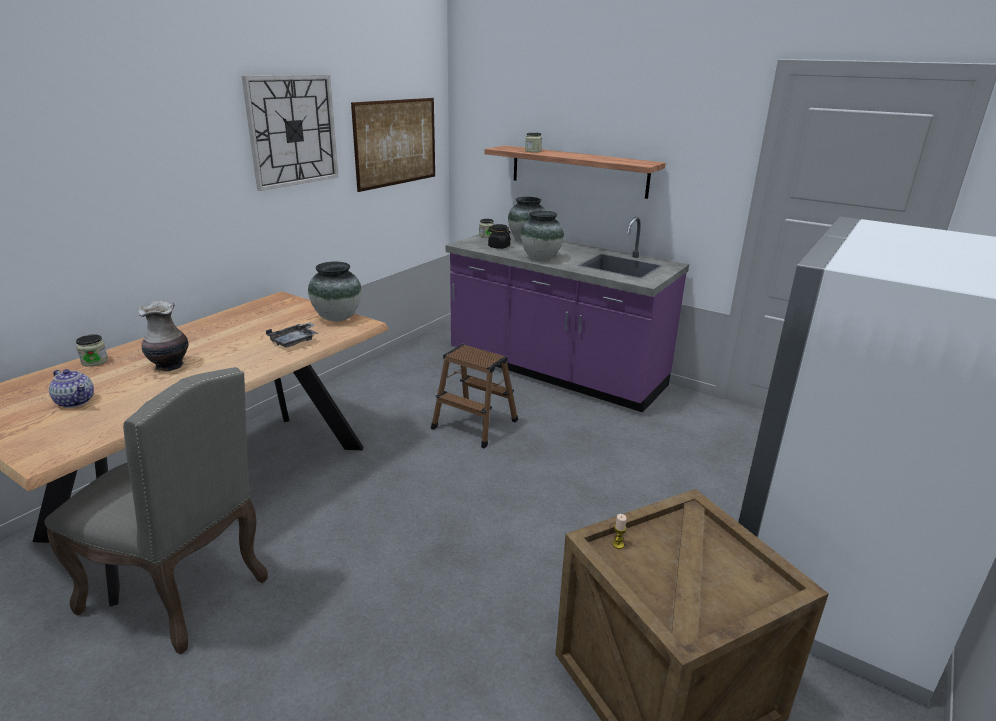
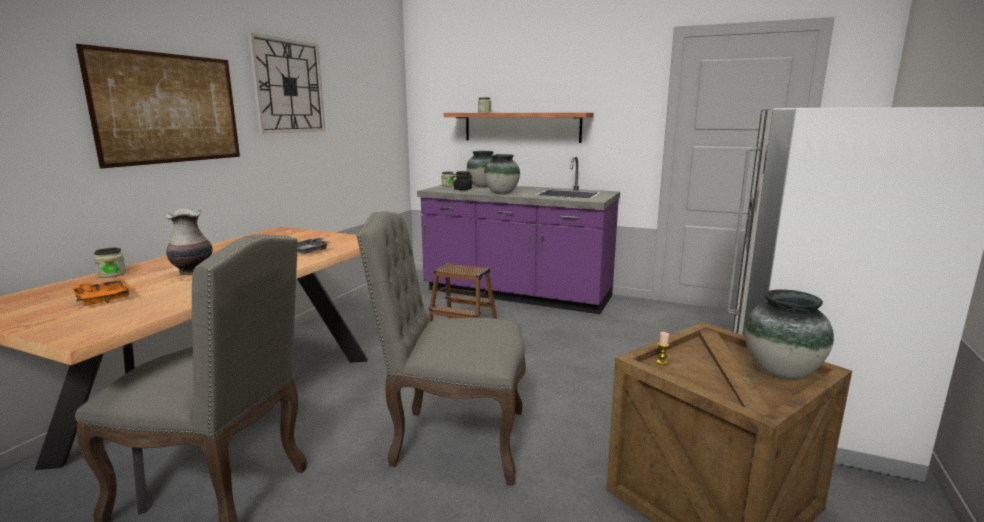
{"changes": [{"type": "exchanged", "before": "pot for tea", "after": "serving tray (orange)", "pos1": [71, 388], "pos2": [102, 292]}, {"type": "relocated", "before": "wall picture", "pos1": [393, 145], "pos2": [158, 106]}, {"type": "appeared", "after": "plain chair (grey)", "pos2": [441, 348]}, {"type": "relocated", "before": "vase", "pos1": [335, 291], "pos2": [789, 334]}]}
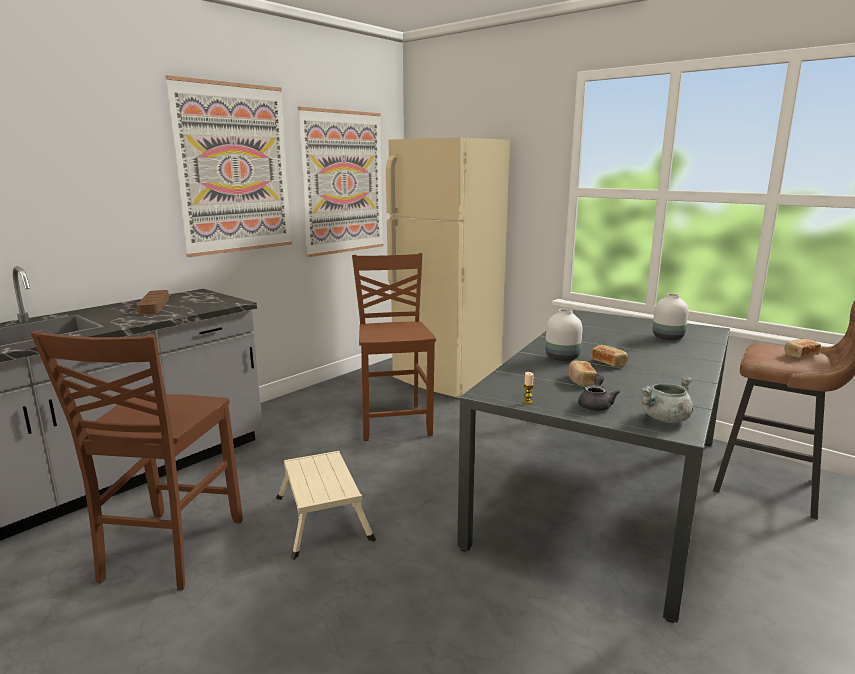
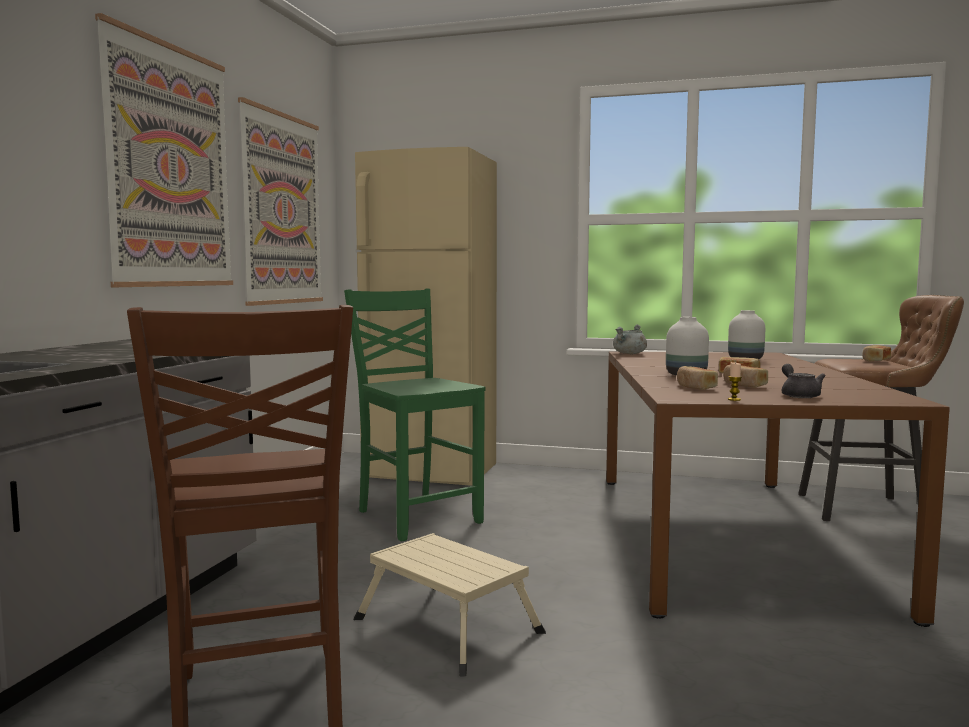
{"changes": [{"type": "colour", "before": "plain chair (brownish)", "after": "plain chair (green-coloured)", "pos1": [394, 347], "pos2": [414, 415]}, {"type": "colour", "before": "kitchen table (grey)", "after": "kitchen table (brownish)", "pos1": [593, 466], "pos2": [778, 489]}, {"type": "relocated", "before": "stockpot (grey)", "pos1": [666, 399], "pos2": [630, 339]}, {"type": "appeared", "after": "baked bread", "pos2": [697, 378]}, {"type": "missing", "before": "serving tray (brownish)", "pos1": [152, 302]}]}
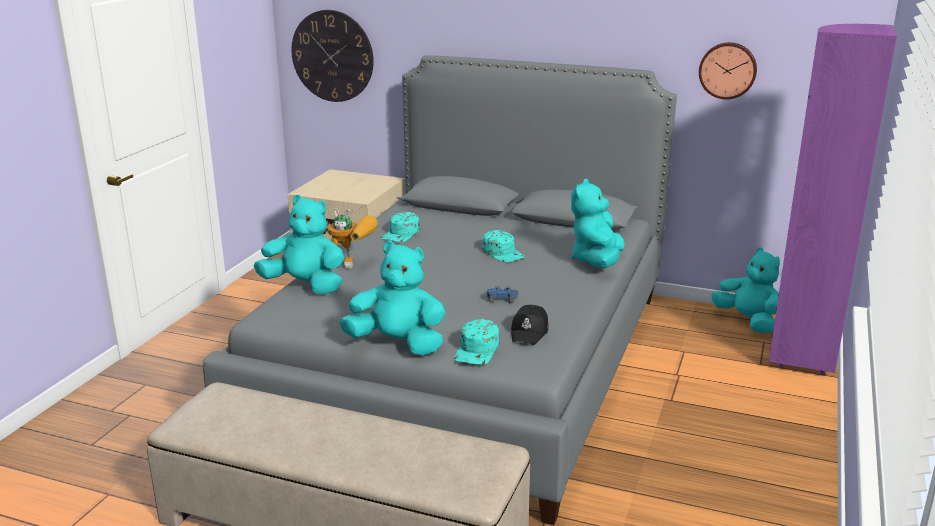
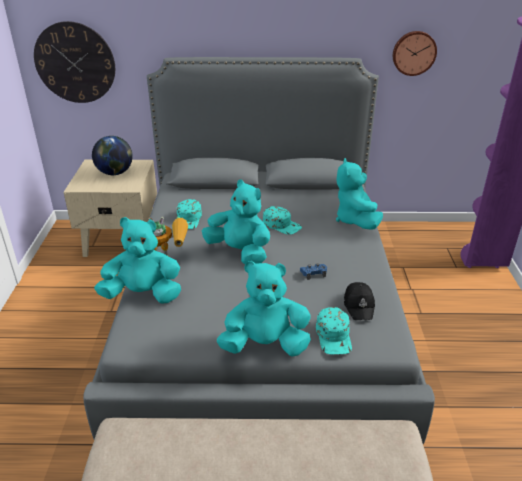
{"changes": [{"type": "appeared", "after": "desk globe", "pos2": [112, 155]}, {"type": "relocated", "before": "cuddly toy (turquoise-coloured)", "pos1": [745, 290], "pos2": [236, 222]}]}
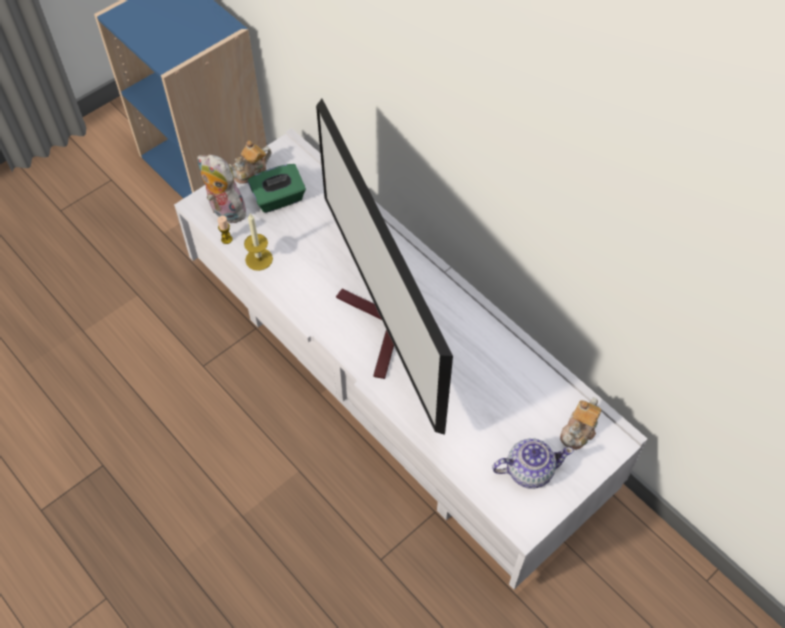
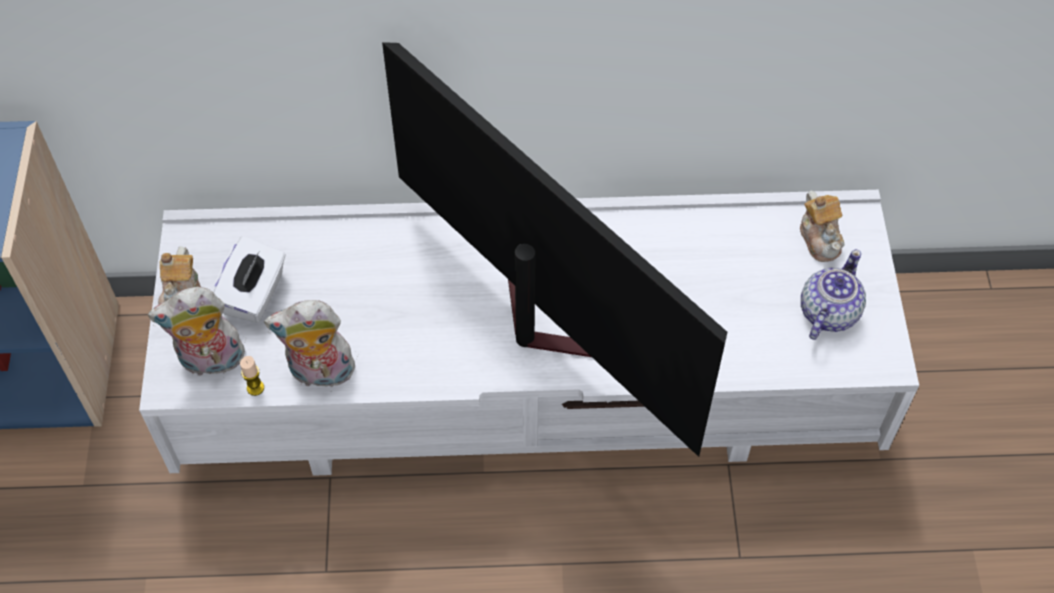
{"changes": [{"type": "colour", "before": "tissue holder (green-coloured)", "after": "tissue holder (white)", "pos1": [277, 188], "pos2": [249, 279]}, {"type": "exchanged", "before": "wax light", "after": "cuddly toy", "pos1": [258, 242], "pos2": [310, 343]}, {"type": "spun", "before": "TV", "pos1": [384, 267], "pos2": [555, 249], "turn": -150}]}
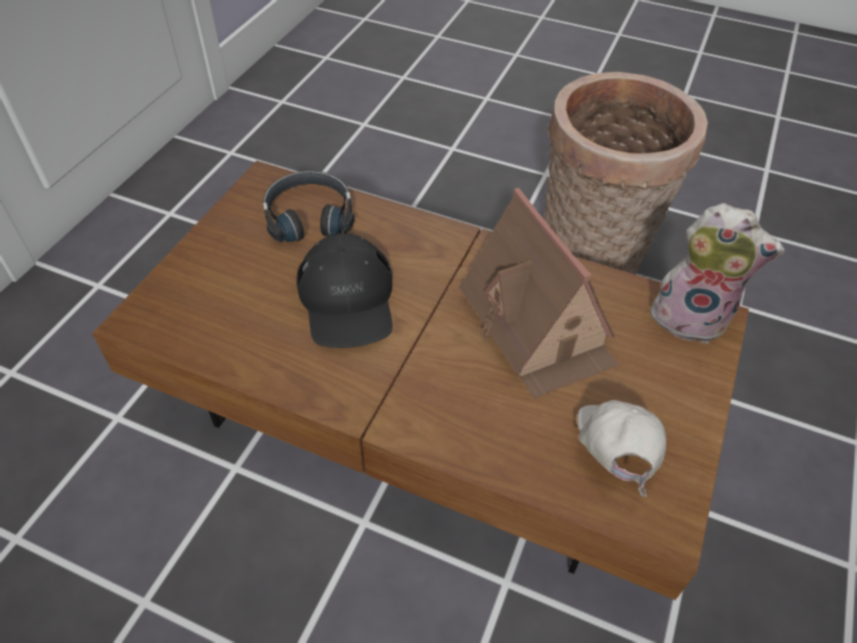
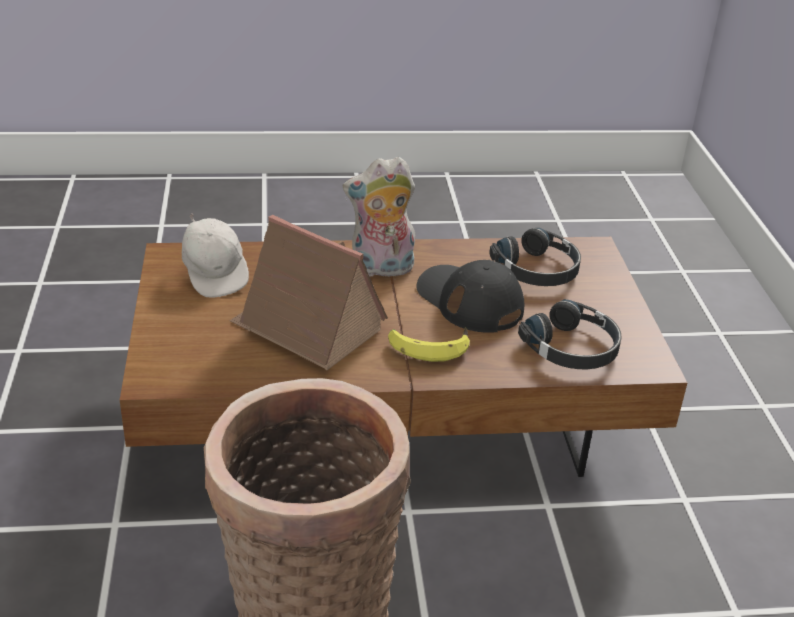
{"changes": [{"type": "relocated", "before": "cuddly toy", "pos1": [717, 273], "pos2": [379, 217]}, {"type": "appeared", "after": "banana", "pos2": [429, 344]}, {"type": "appeared", "after": "headphones (blackish)", "pos2": [535, 257]}]}
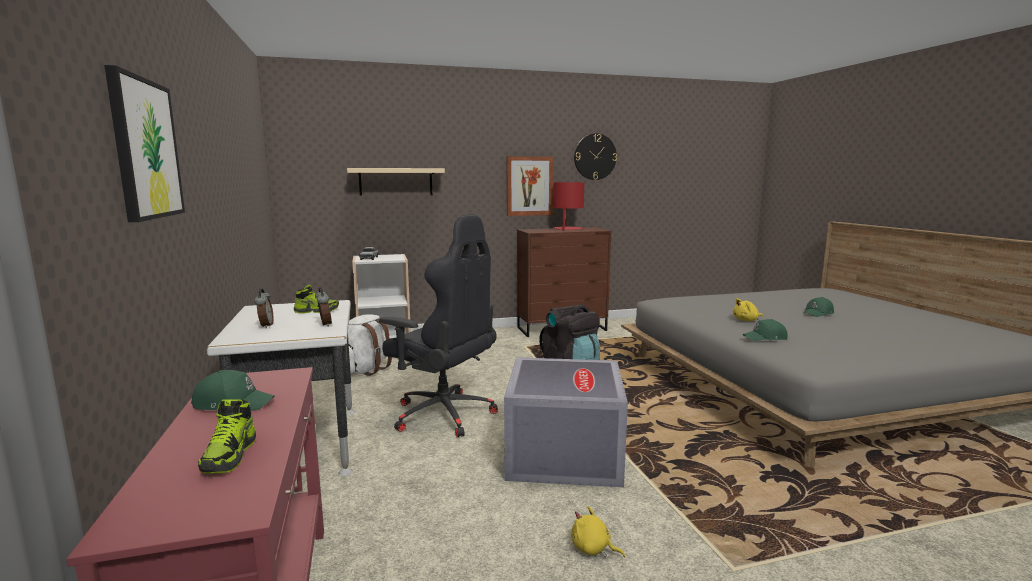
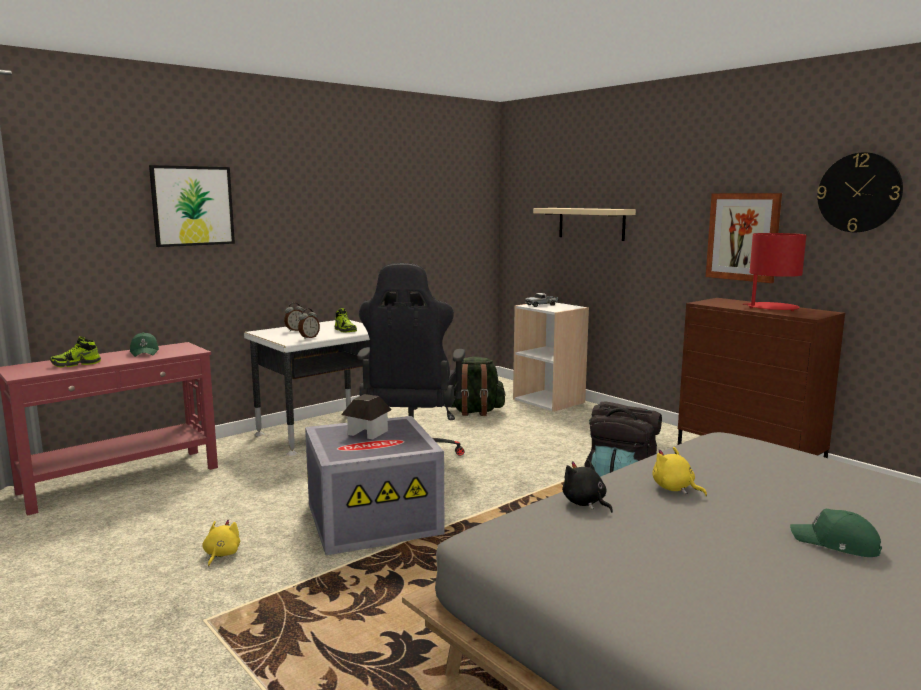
{"changes": [{"type": "appeared", "after": "toy house", "pos2": [366, 416]}, {"type": "colour", "before": "backpack (white)", "after": "backpack (green-coloured)", "pos1": [370, 345], "pos2": [478, 386]}, {"type": "exchanged", "before": "peaked cap (green-coloured)", "after": "cuddly toy (blackish)", "pos1": [765, 330], "pos2": [587, 486]}]}
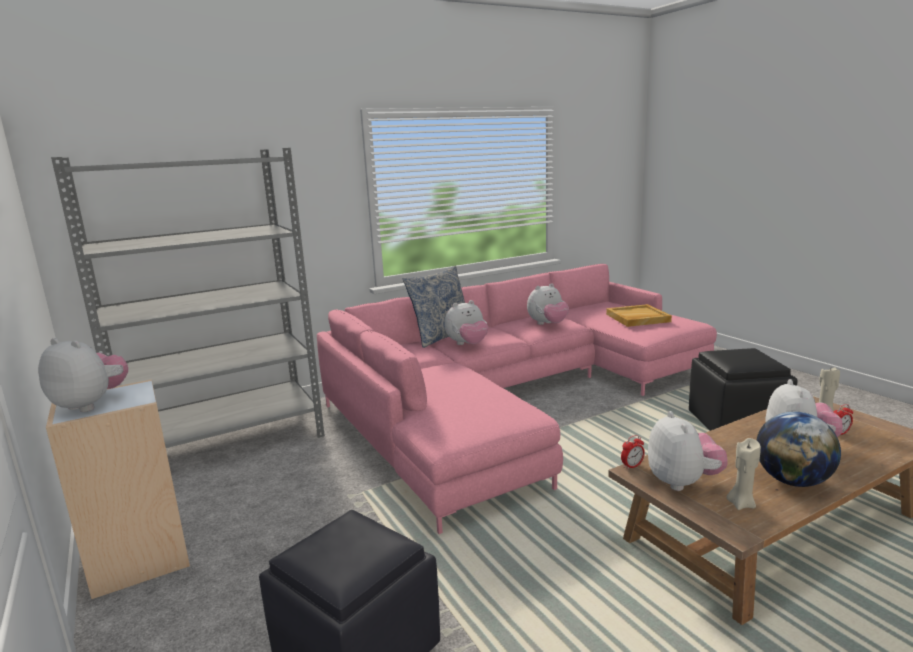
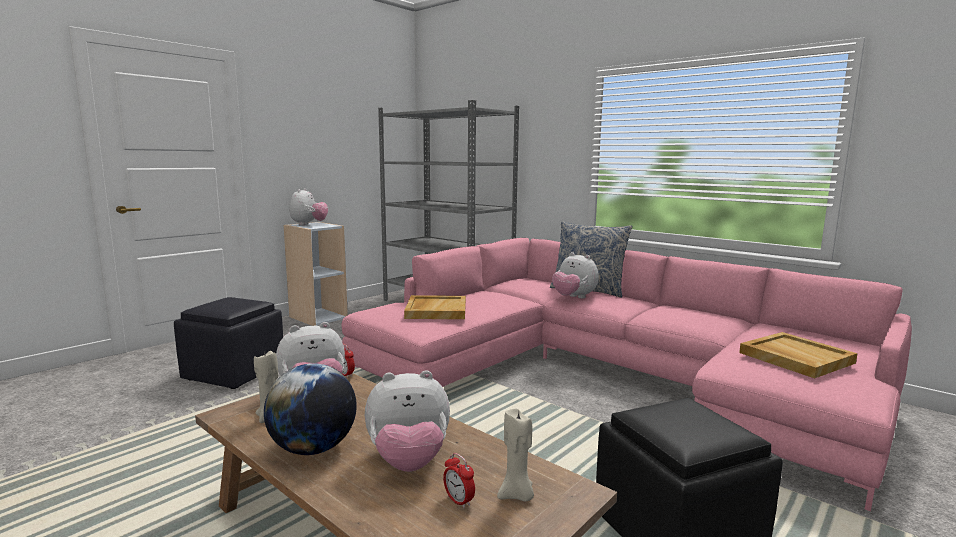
{"changes": [{"type": "appeared", "after": "serving tray (sand-coloured)", "pos2": [435, 307]}, {"type": "missing", "before": "cuddly toy", "pos1": [548, 304]}]}
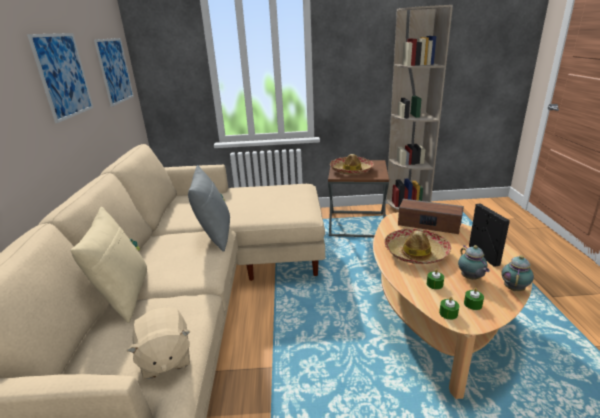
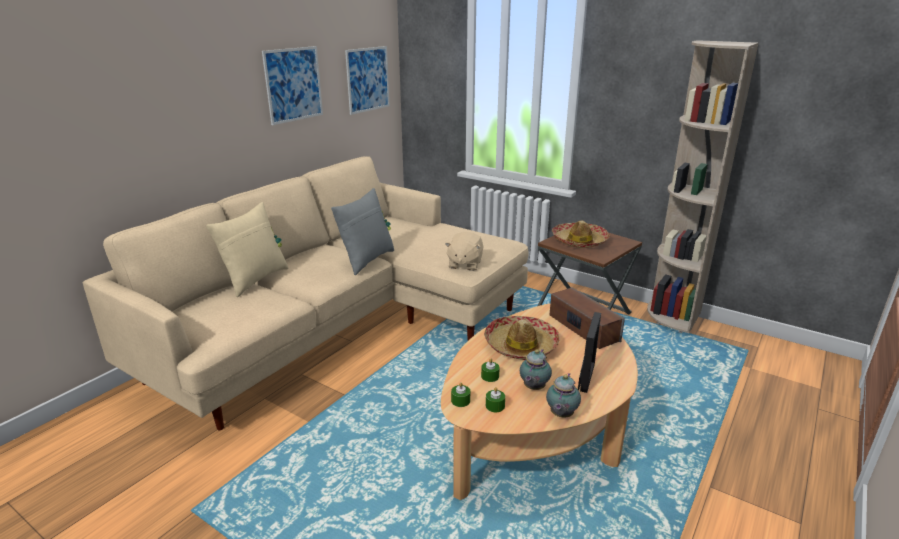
{"changes": [{"type": "relocated", "before": "cuddly toy (sand-coloured)", "pos1": [158, 343], "pos2": [464, 251]}, {"type": "spun", "before": "pot for tea", "pos1": [517, 273], "pos2": [563, 395], "turn": 135}]}
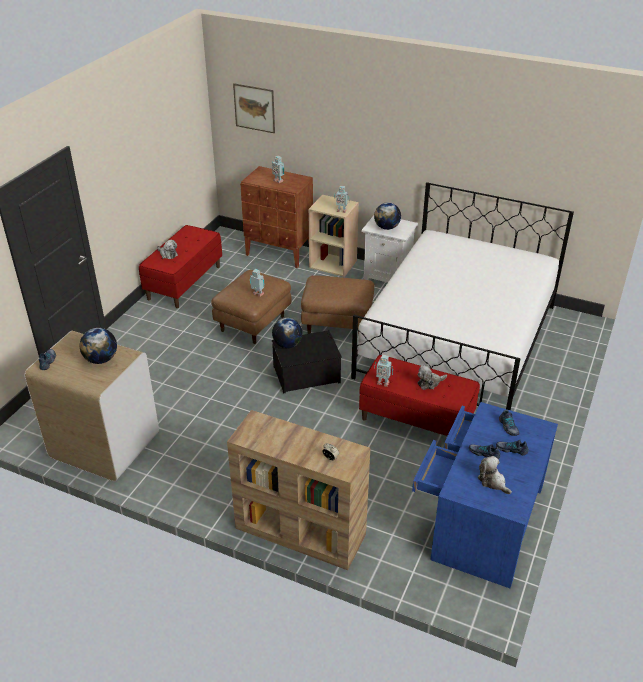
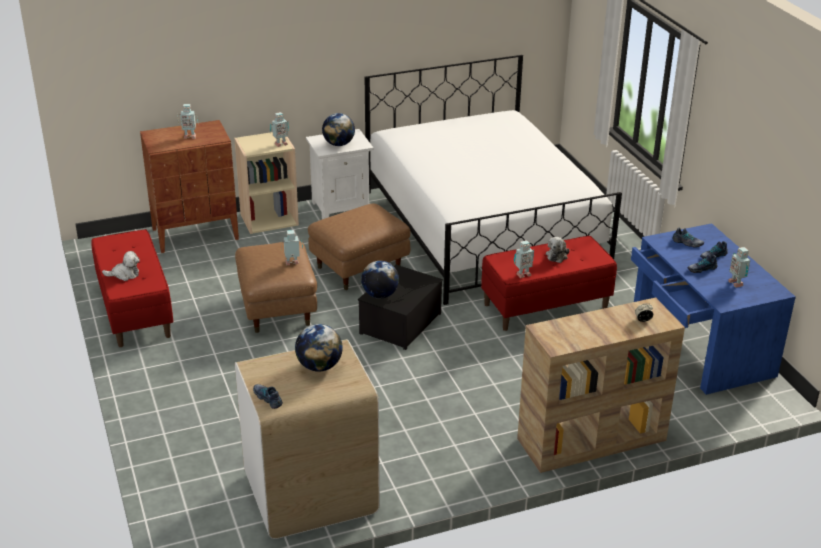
{"changes": [{"type": "exchanged", "before": "cuddly toy", "after": "toy robot", "pos1": [495, 475], "pos2": [739, 267]}, {"type": "missing", "before": "wall picture", "pos1": [254, 108]}]}
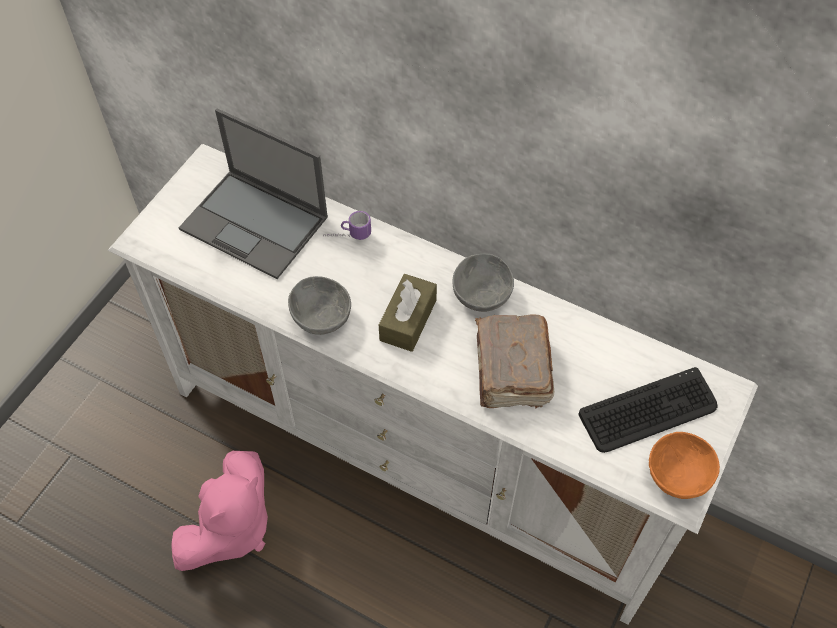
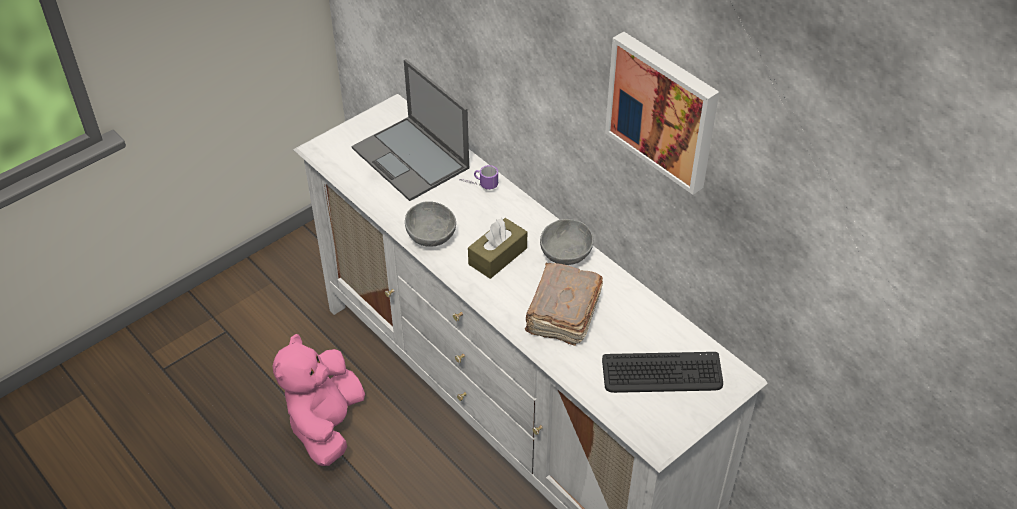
{"changes": [{"type": "spun", "before": "cuddly toy (pink-coloured)", "pos1": [219, 511], "pos2": [318, 400], "turn": 135}, {"type": "appeared", "after": "wall picture", "pos2": [662, 113]}, {"type": "missing", "before": "bowl (orange)", "pos1": [684, 465]}]}
